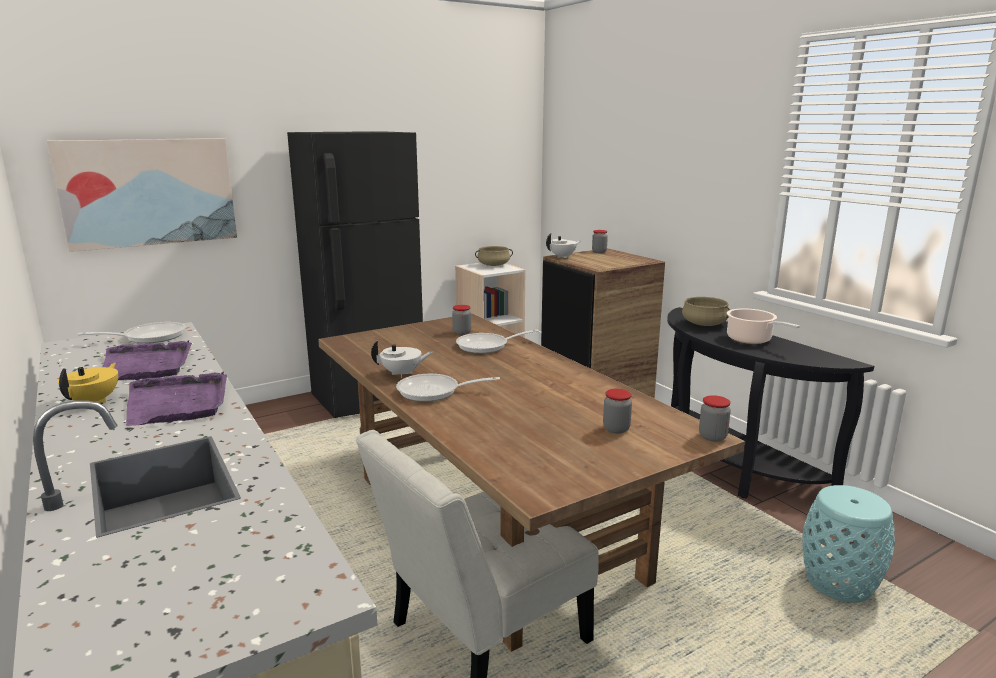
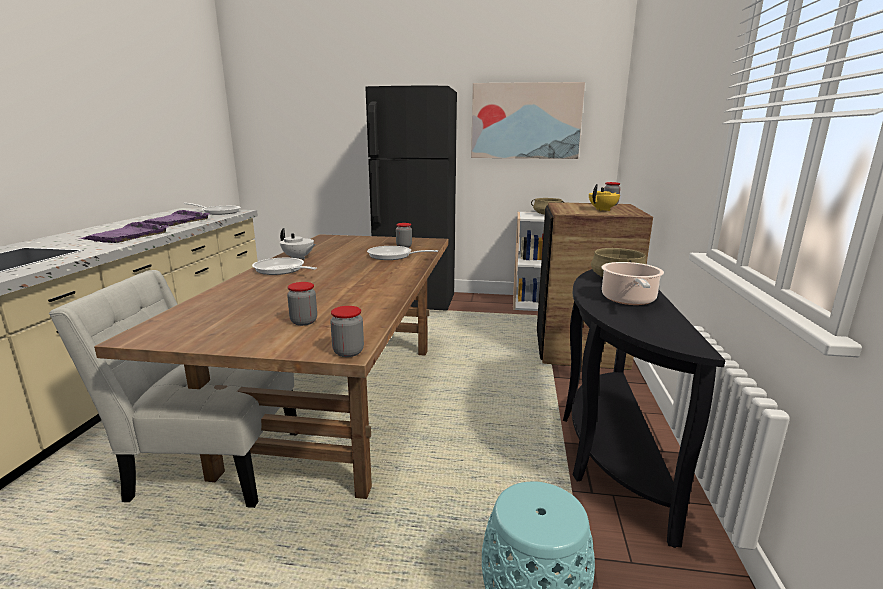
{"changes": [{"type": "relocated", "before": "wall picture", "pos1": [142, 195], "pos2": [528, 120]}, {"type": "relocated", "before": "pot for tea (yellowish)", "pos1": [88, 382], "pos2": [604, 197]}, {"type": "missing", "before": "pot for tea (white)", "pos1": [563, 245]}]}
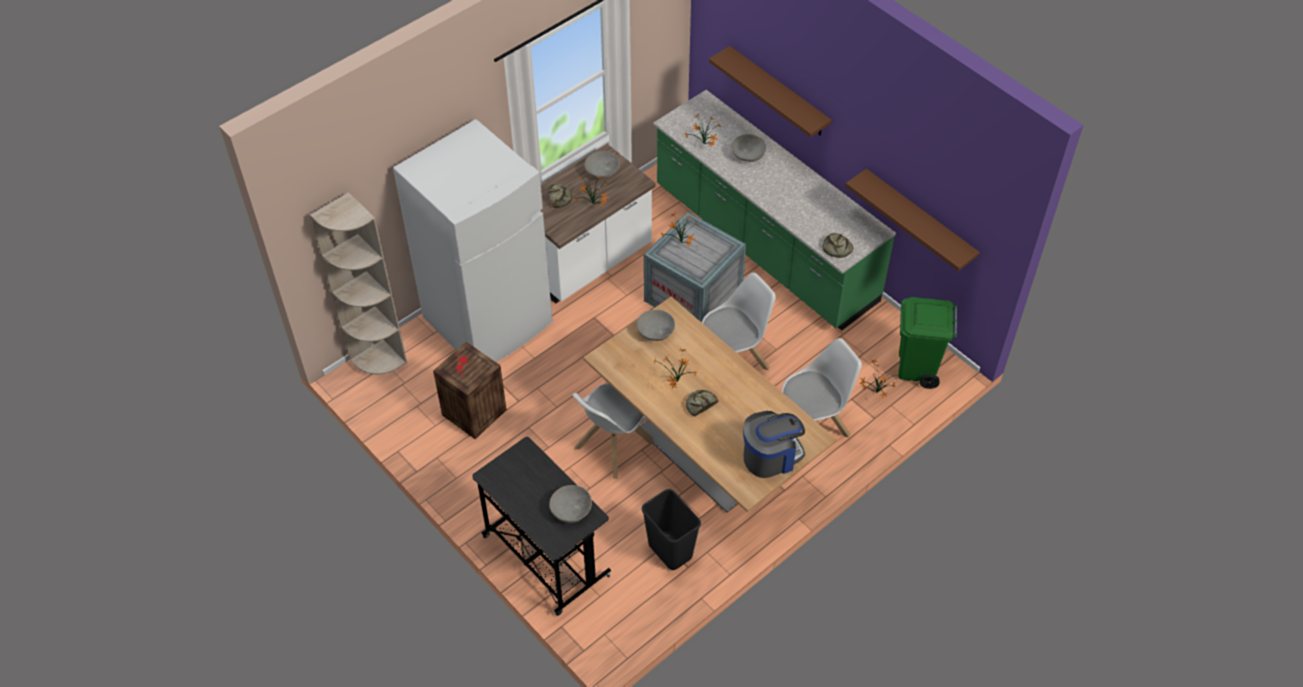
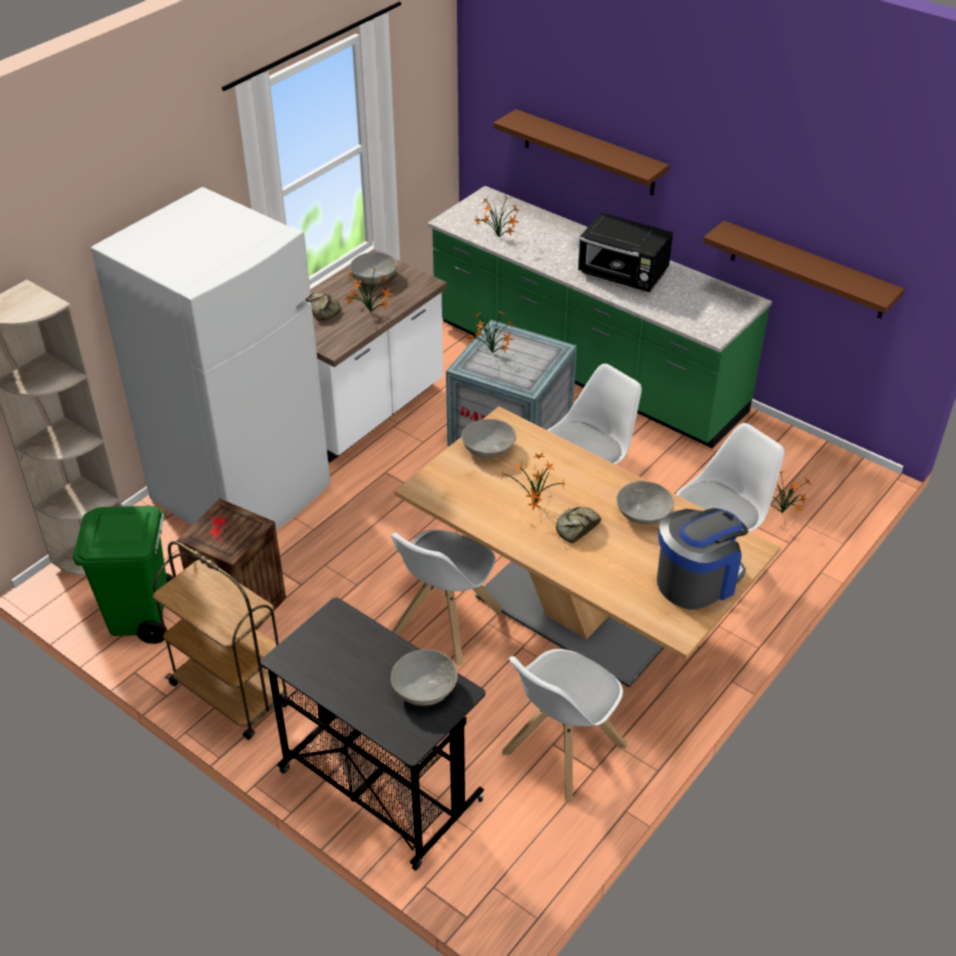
{"changes": [{"type": "relocated", "before": "trash can (green-coloured)", "pos1": [927, 343], "pos2": [123, 575]}, {"type": "appeared", "after": "cart (brownish)", "pos2": [220, 640]}, {"type": "exchanged", "before": "trash can (blackish)", "after": "plain chair", "pos1": [671, 529], "pos2": [564, 726]}, {"type": "appeared", "after": "kitchen microwave (blackish)", "pos2": [625, 252]}, {"type": "relocated", "before": "bowl (grey)", "pos1": [748, 148], "pos2": [645, 502]}, {"type": "missing", "before": "baked bread", "pos1": [838, 245]}]}
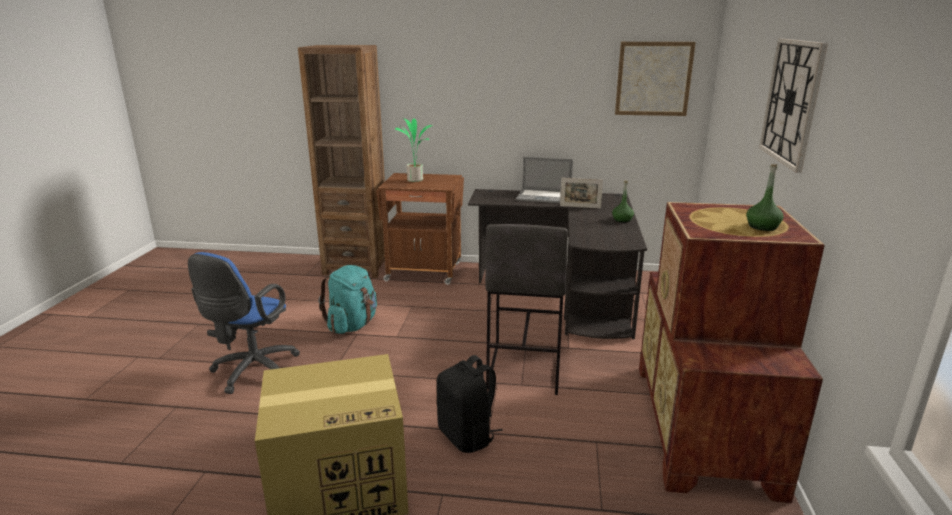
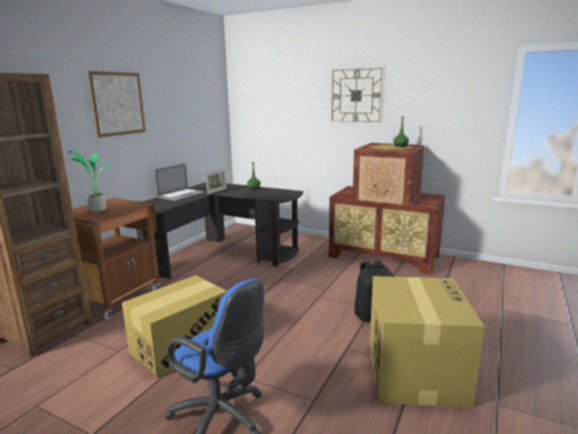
{"changes": [{"type": "relocated", "before": "wall picture", "pos1": [655, 79], "pos2": [116, 104]}, {"type": "exchanged", "before": "backpack (turquoise-coloured)", "after": "cardboard box", "pos1": [348, 299], "pos2": [174, 326]}, {"type": "missing", "before": "stool (grey)", "pos1": [526, 309]}]}
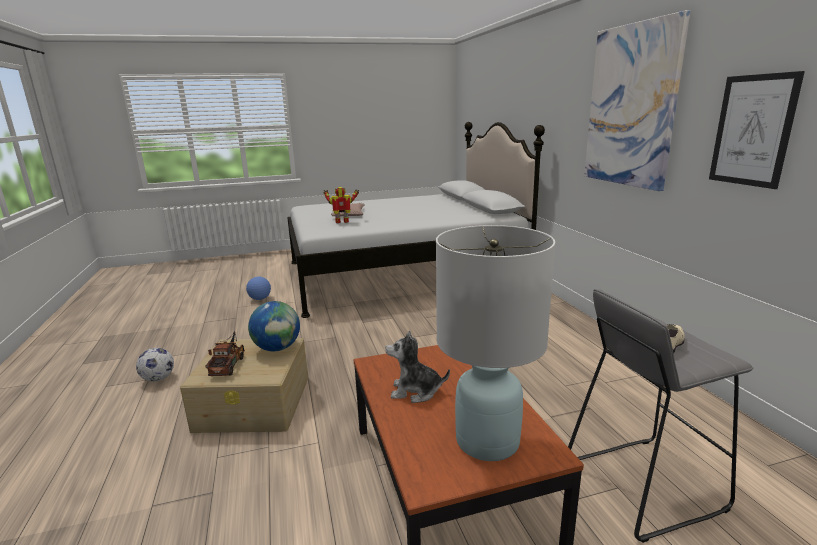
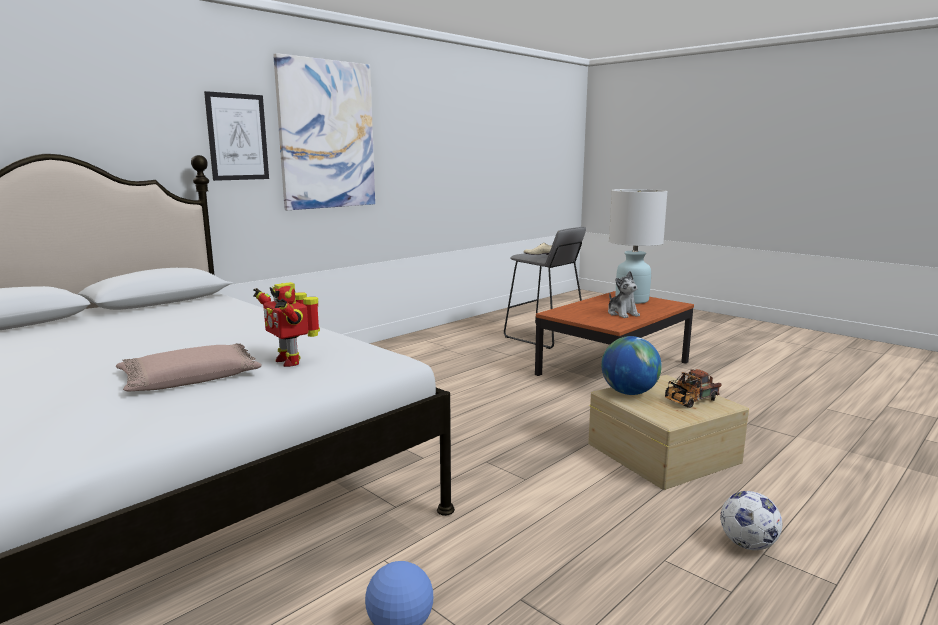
{"changes": [{"type": "relocated", "before": "wall picture", "pos1": [757, 130], "pos2": [236, 136]}]}
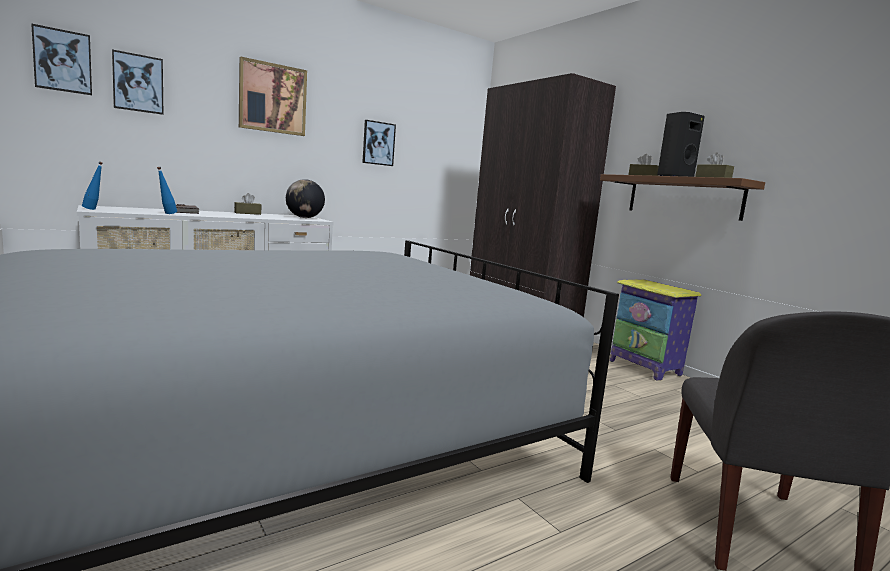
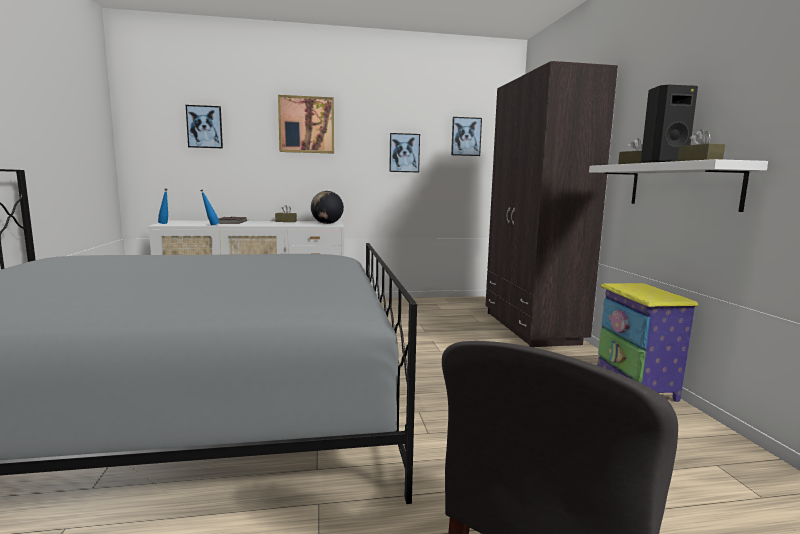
{"changes": [{"type": "relocated", "before": "wall picture", "pos1": [61, 59], "pos2": [466, 136]}, {"type": "colour", "before": "shelf (brownish)", "after": "shelf (white)", "pos1": [682, 197], "pos2": [678, 185]}]}
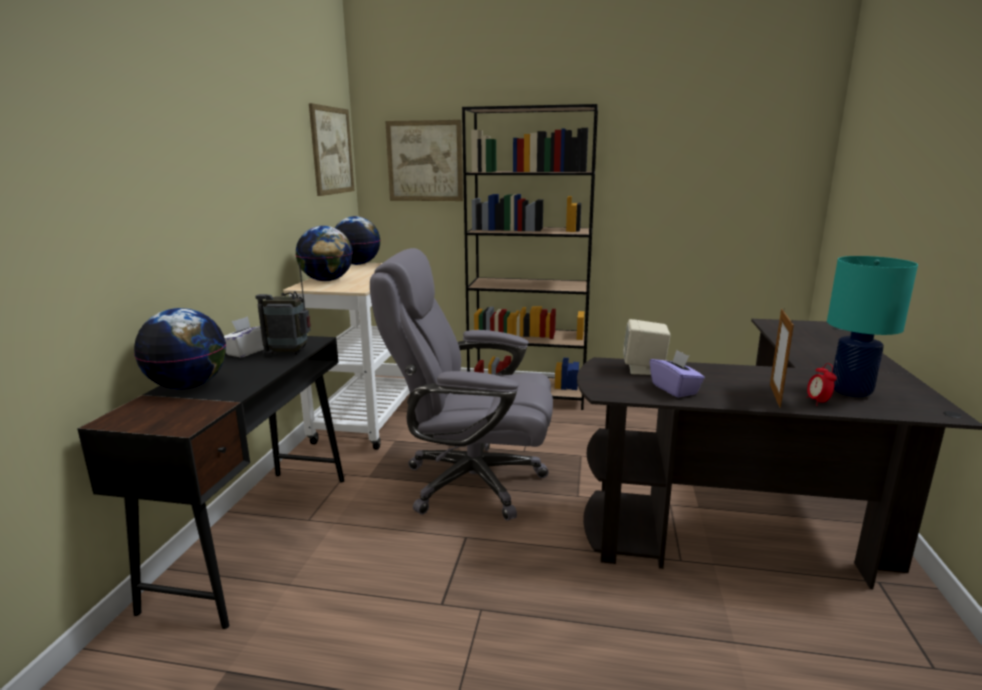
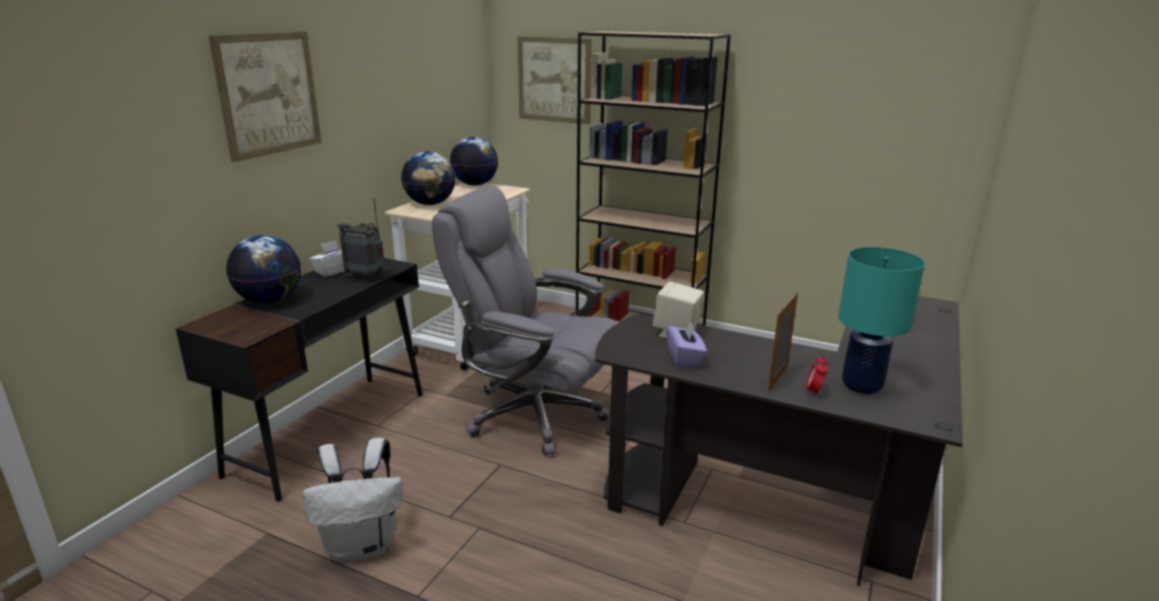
{"changes": [{"type": "relocated", "before": "wall picture", "pos1": [332, 149], "pos2": [265, 97]}, {"type": "appeared", "after": "backpack (white)", "pos2": [353, 500]}]}
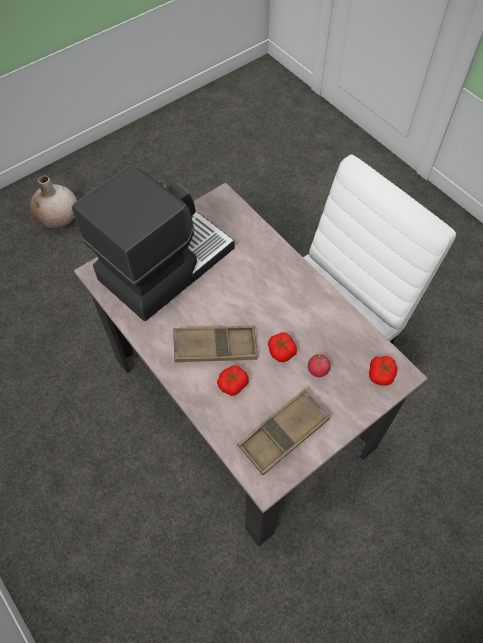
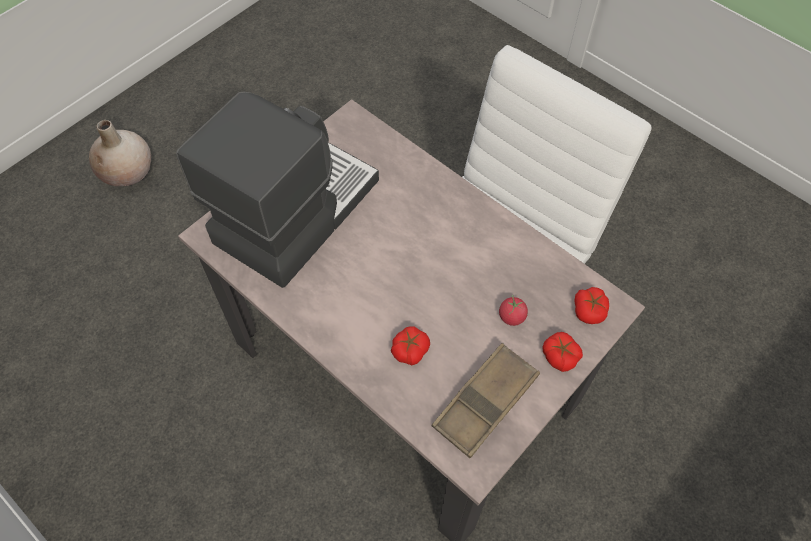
{"changes": [{"type": "relocated", "before": "tomato", "pos1": [282, 347], "pos2": [563, 352]}, {"type": "missing", "before": "serving tray (brownish)", "pos1": [215, 344]}]}
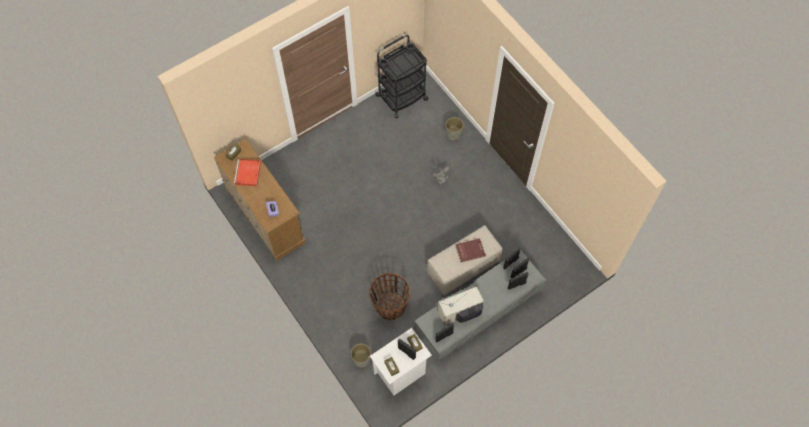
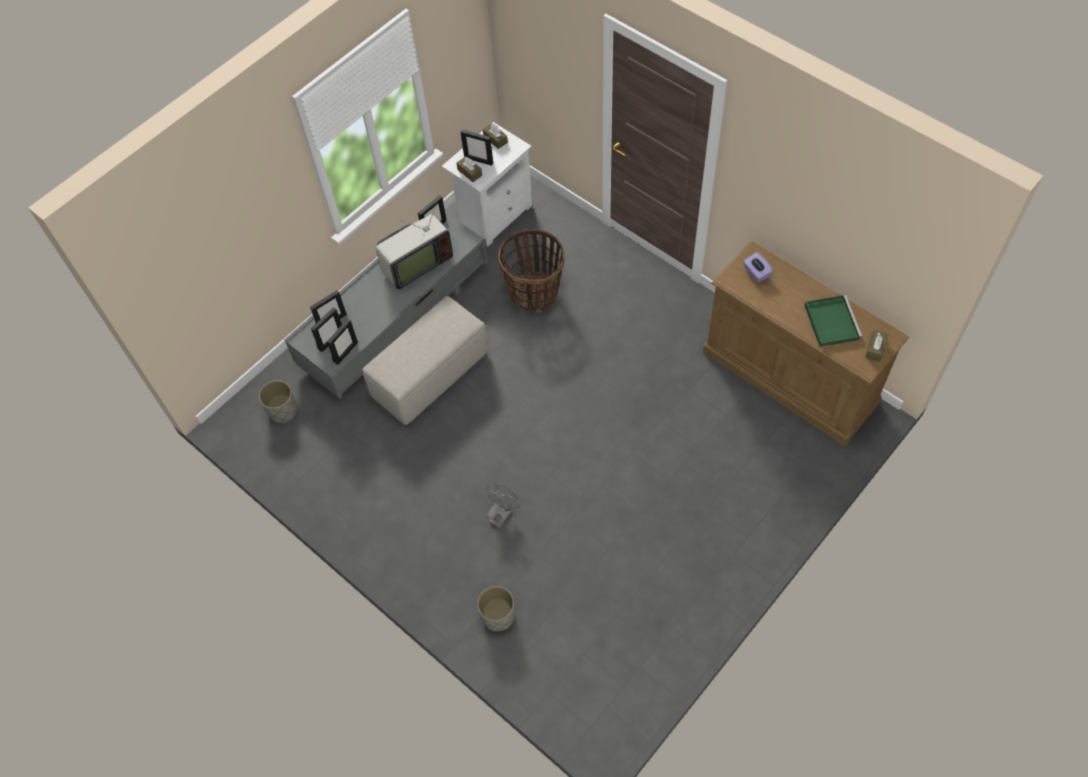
{"changes": [{"type": "relocated", "before": "plant pot (grey)", "pos1": [361, 355], "pos2": [277, 401]}, {"type": "colour", "before": "serving tray (red)", "after": "serving tray (green-coloured)", "pos1": [247, 172], "pos2": [833, 321]}, {"type": "missing", "before": "cart (blackish)", "pos1": [402, 76]}, {"type": "missing", "before": "bound book (red)", "pos1": [470, 250]}]}
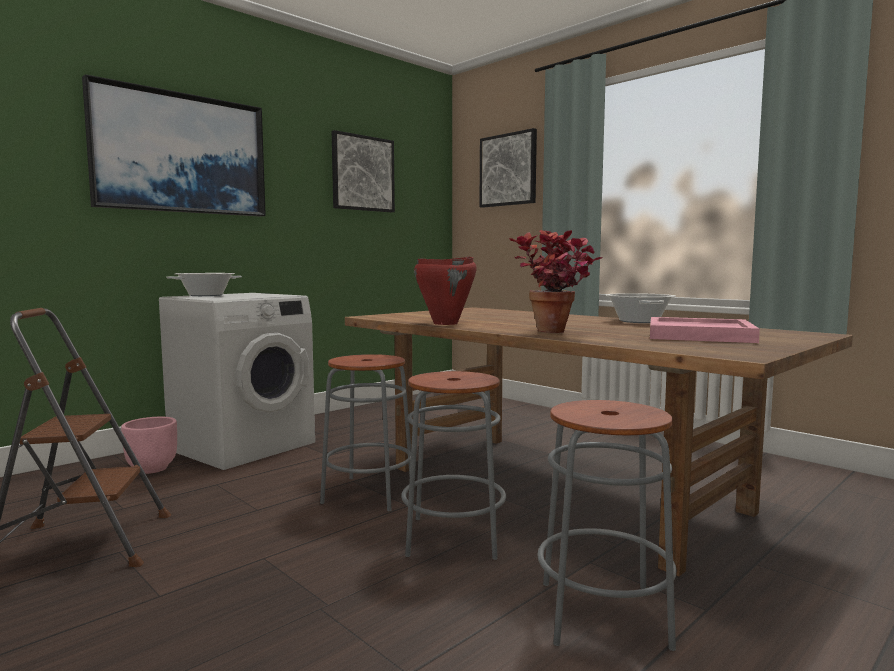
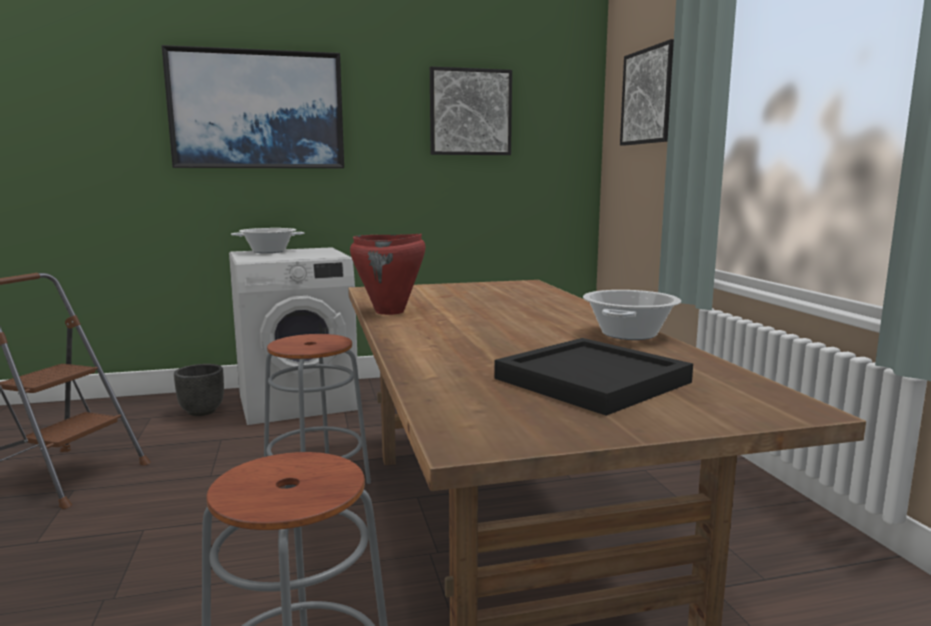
{"changes": [{"type": "colour", "before": "plant pot (pink-coloured)", "after": "plant pot (blackish)", "pos1": [149, 445], "pos2": [199, 390]}, {"type": "colour", "before": "serving tray (pink-coloured)", "after": "serving tray (blackish)", "pos1": [705, 330], "pos2": [593, 377]}, {"type": "missing", "before": "stool (grey)", "pos1": [453, 465]}, {"type": "missing", "before": "potted plant", "pos1": [555, 281]}]}
